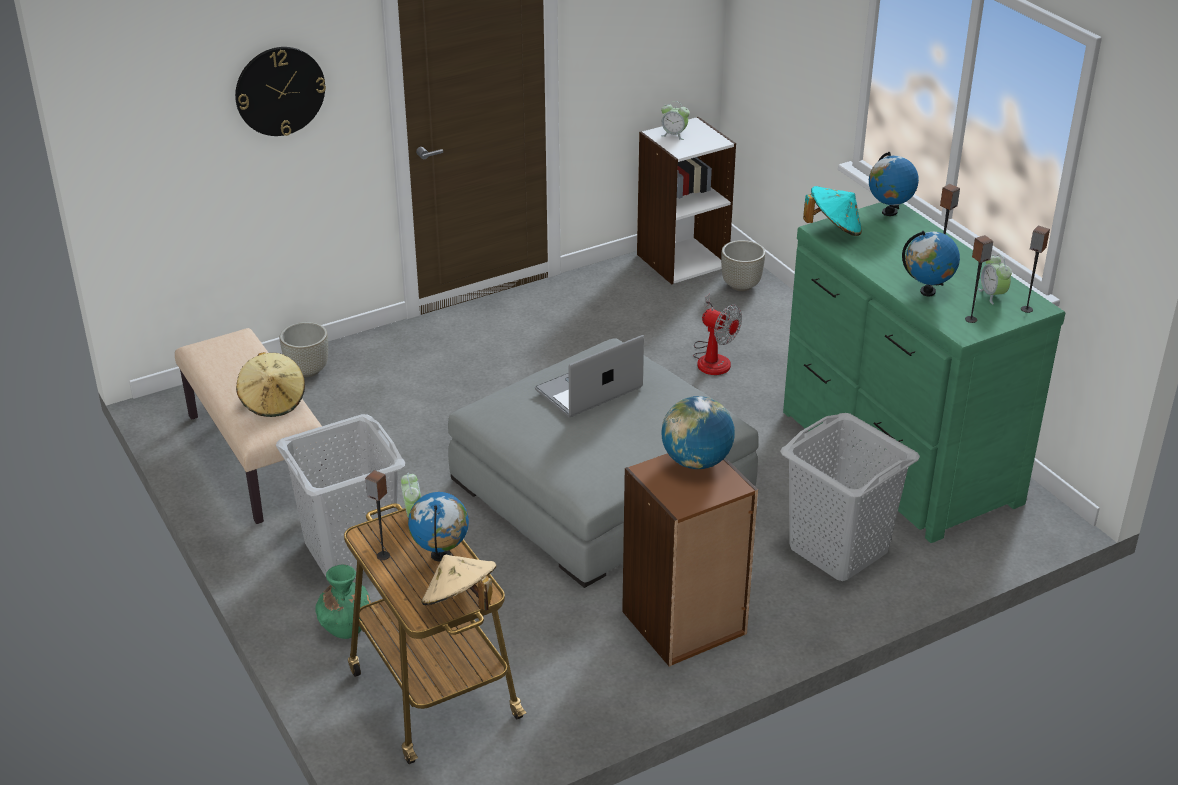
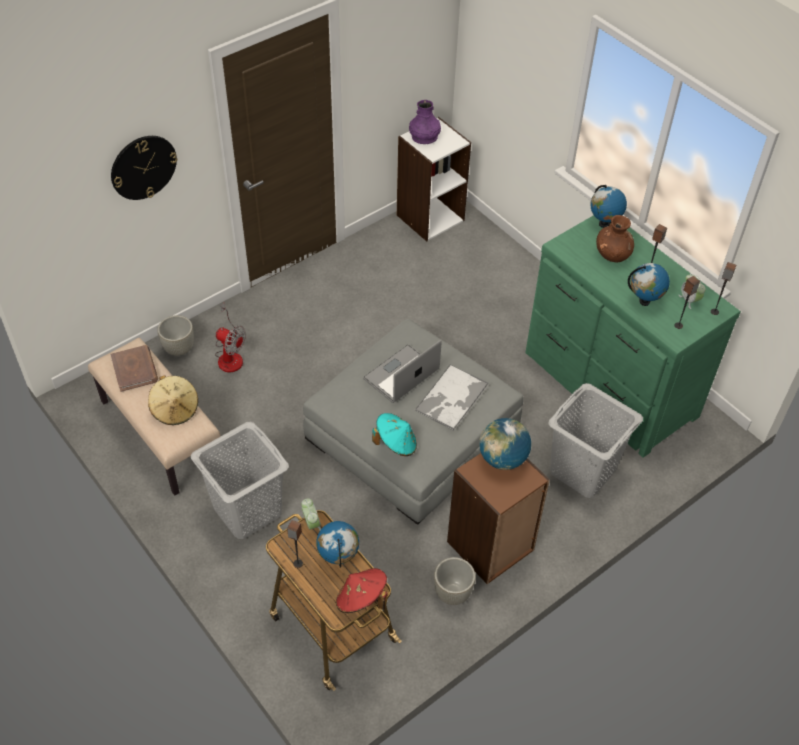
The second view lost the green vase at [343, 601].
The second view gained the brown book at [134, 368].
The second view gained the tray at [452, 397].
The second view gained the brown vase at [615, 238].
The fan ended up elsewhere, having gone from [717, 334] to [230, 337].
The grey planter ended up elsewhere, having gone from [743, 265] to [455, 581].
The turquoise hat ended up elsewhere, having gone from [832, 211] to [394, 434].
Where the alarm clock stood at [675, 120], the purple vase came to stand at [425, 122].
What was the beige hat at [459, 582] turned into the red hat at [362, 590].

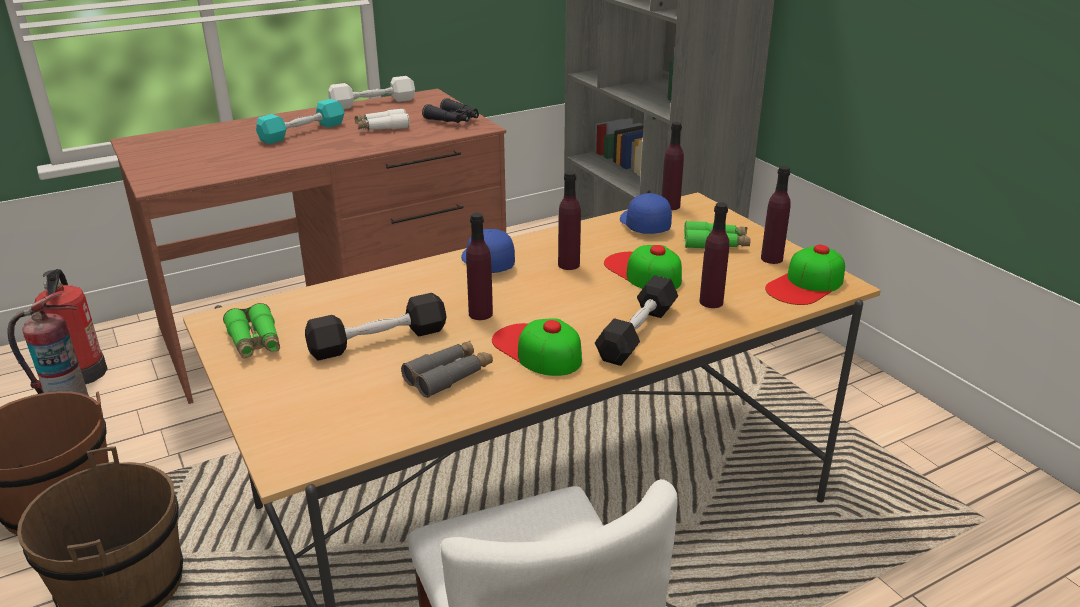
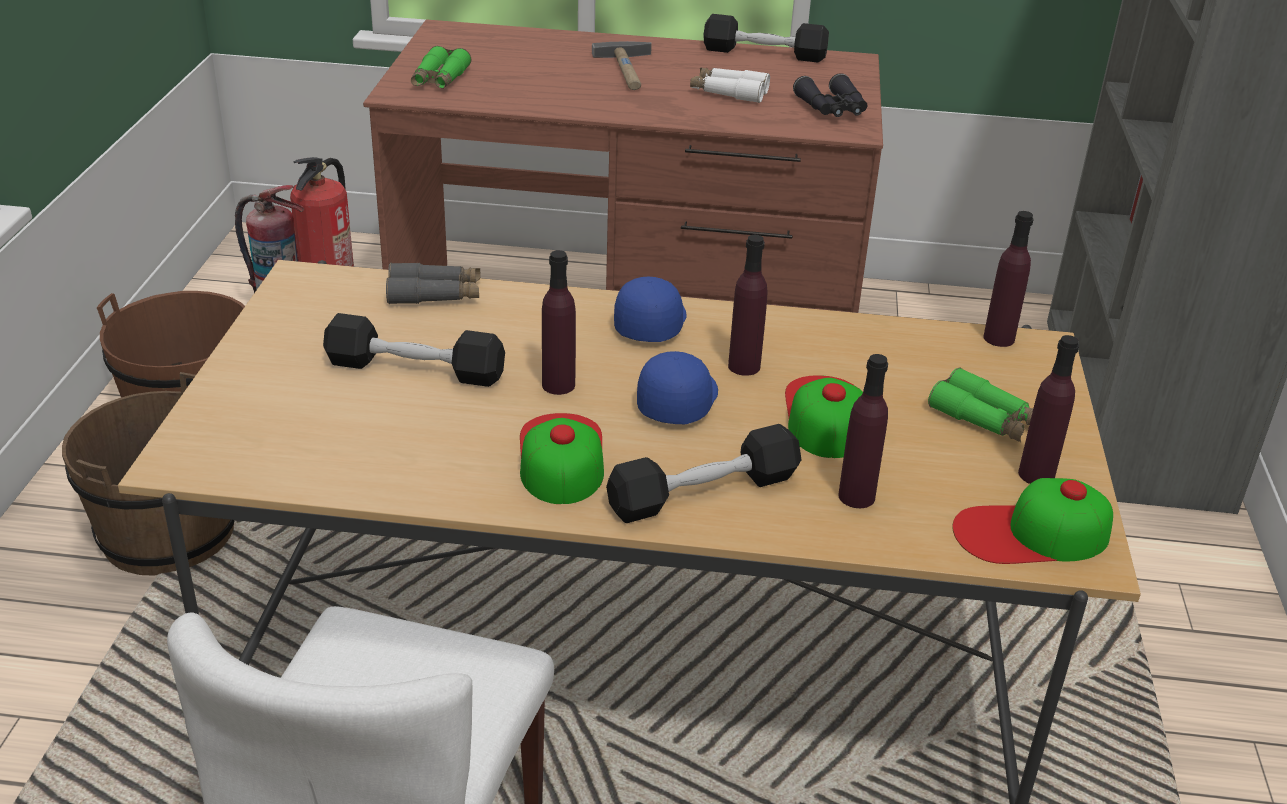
The green binoculars ended up elsewhere, having gone from [251, 331] to [441, 67].
The grey binoculars ended up elsewhere, having gone from [447, 369] to [433, 283].
The blue cap ended up elsewhere, having gone from [646, 213] to [677, 387].
Where the turquoise dumbbell stood at [300, 121], the hammer came to stand at [622, 65].
What was the white dumbbell at [371, 92] turned into the black dumbbell at [766, 38].

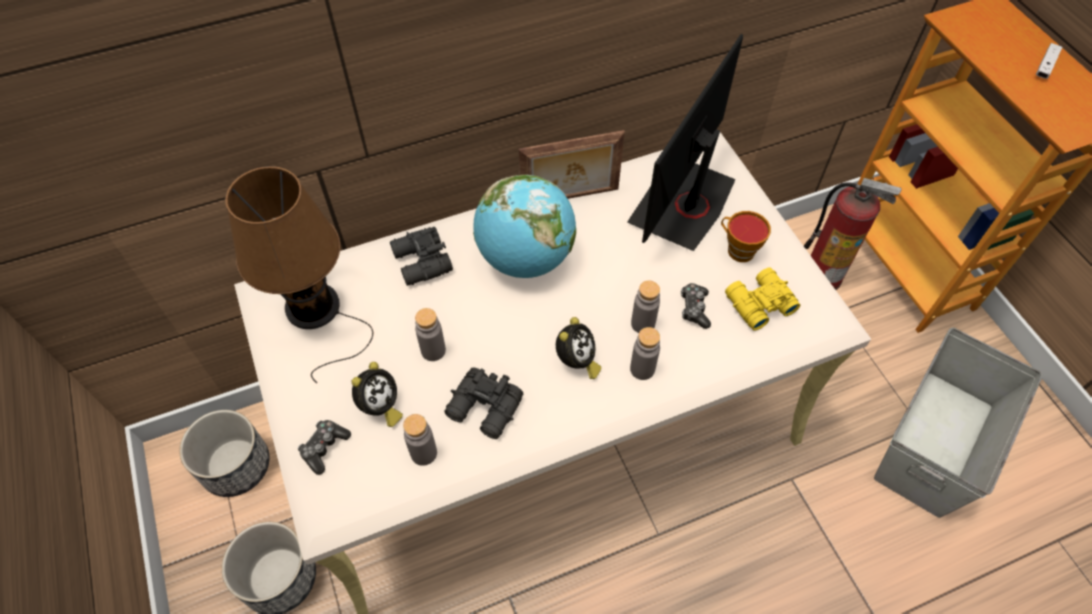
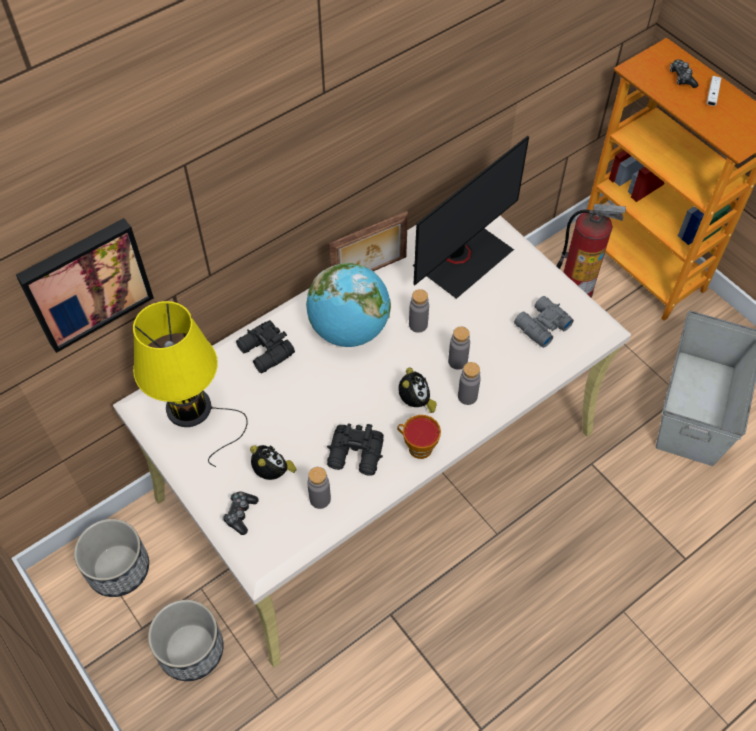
The second view gained the picture at [85, 285].
The grey bottle ended up elsewhere, having gone from [430, 334] to [419, 311].
The game controller ended up elsewhere, having gone from [696, 306] to [684, 73].
The cup ended up elsewhere, having gone from [746, 236] to [419, 437].
What was the brown table lamp at [299, 274] turned into the yellow table lamp at [190, 384].
What was the yellow binoculars at [762, 299] turned into the grey binoculars at [544, 322].
The alarm clock at [377, 394] ended up facing another way, 45 degrees counterclockwise from before.
The monitor at [685, 142] ended up facing another way, 150 degrees counterclockwise from before.

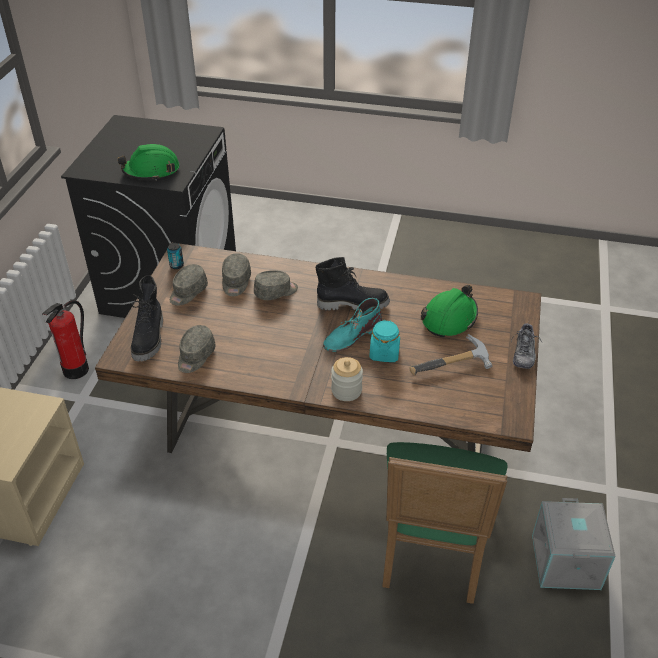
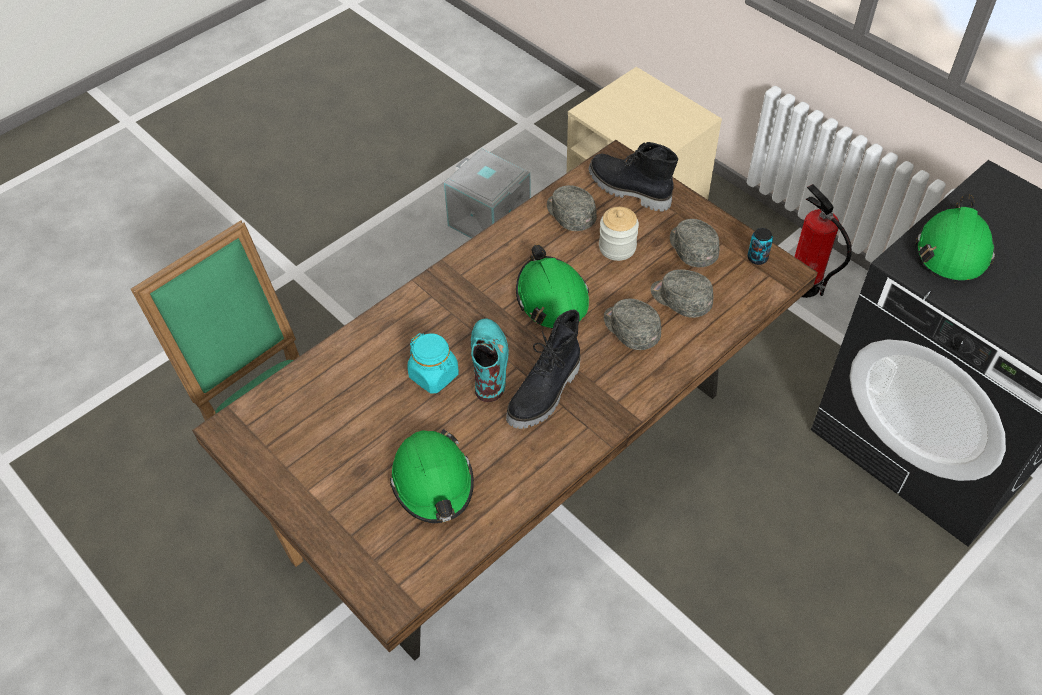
The second view lost the hammer at [451, 354].
The second view lost the shoe at [526, 346].
The second view gained the green hard hat at [553, 287].
The jar ended up elsewhere, having gone from [347, 379] to [619, 234].
The grey storage box ended up elsewhere, having gone from [574, 544] to [487, 193].
The grey cap at [276, 285] ended up facing another way, 135 degrees clockwise from before.

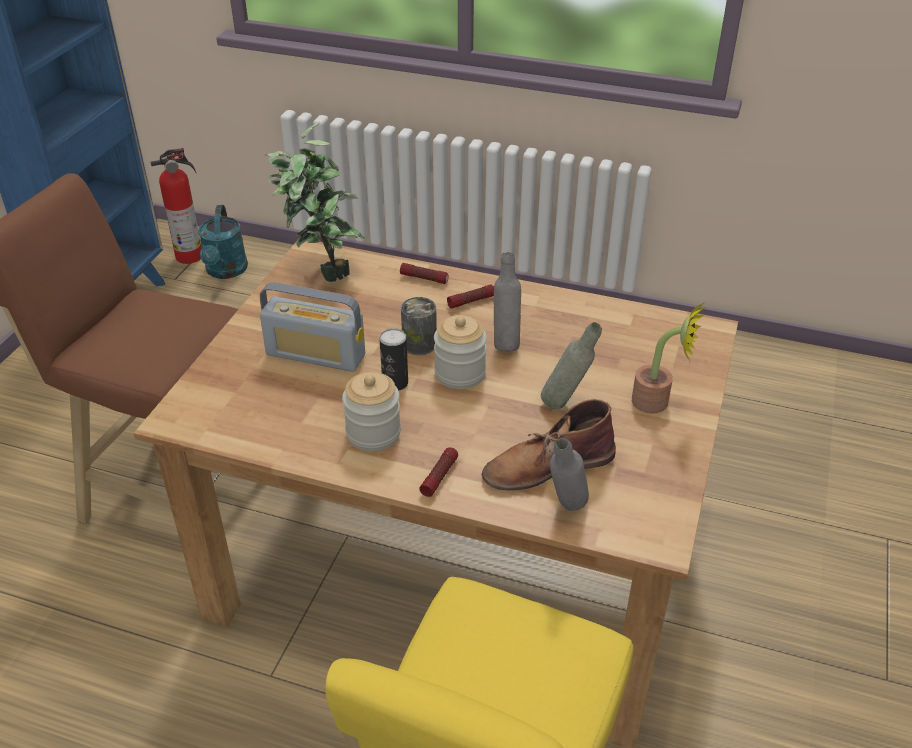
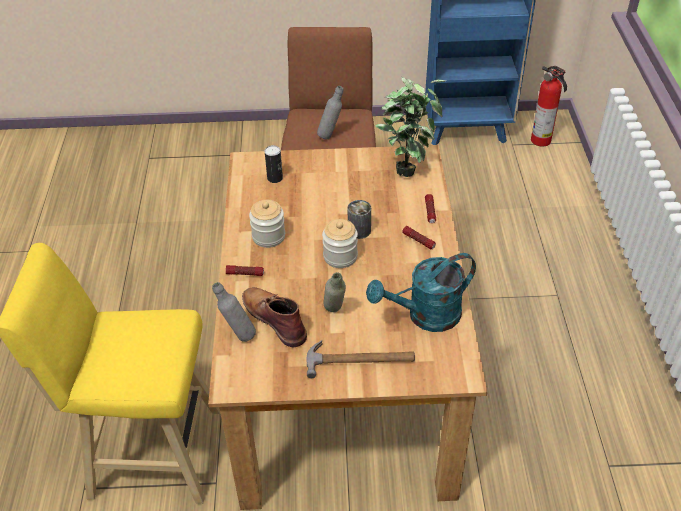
The second view lost the radio at [312, 327].
The turquoise watering can ended up elsewhere, having gone from [223, 242] to [421, 292].
The can ended up elsewhere, having gone from [393, 359] to [274, 164].
The grey bottle ended up elsewhere, having gone from [507, 302] to [330, 112].
Where the potted plant stood at [668, 358], the hammer came to stand at [361, 359].

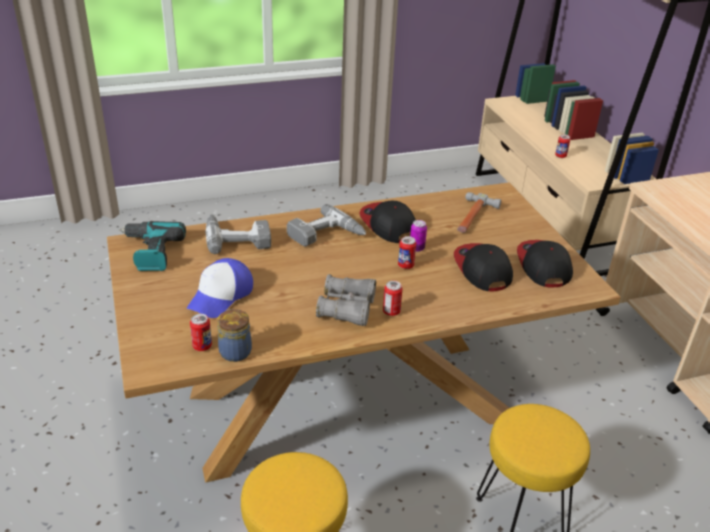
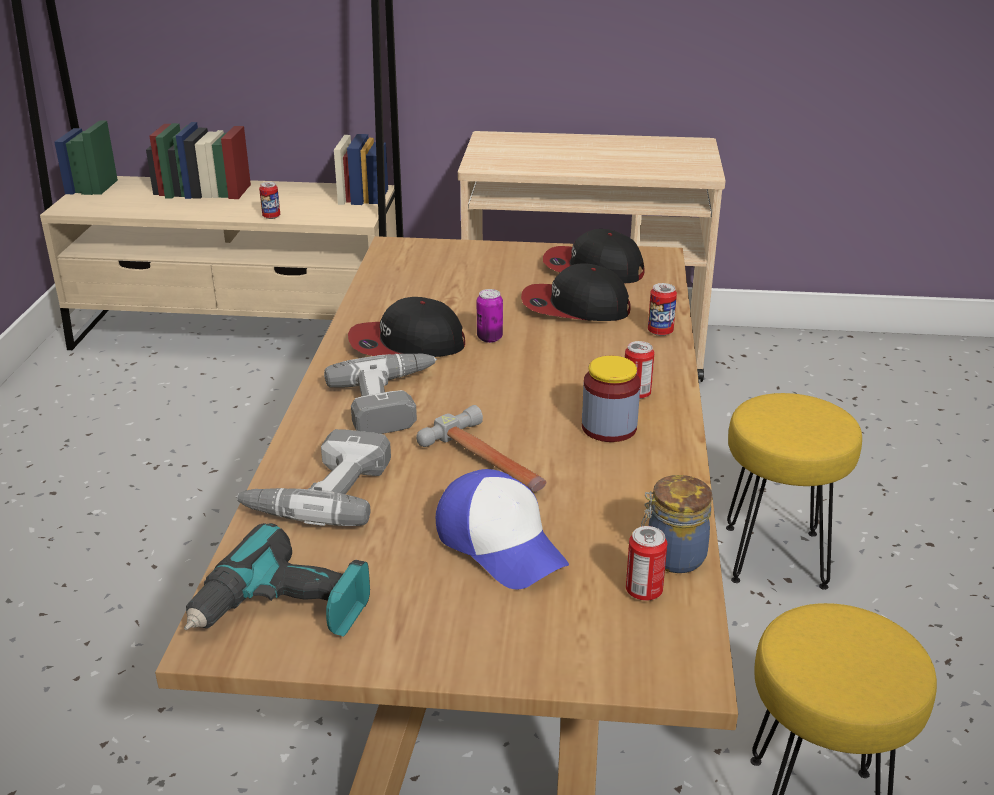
The can ended up elsewhere, having gone from [407, 252] to [662, 309].
The hammer ended up elsewhere, having gone from [479, 212] to [481, 448].
Where the grey binoculars stood at [346, 300], the jar came to stand at [611, 399].

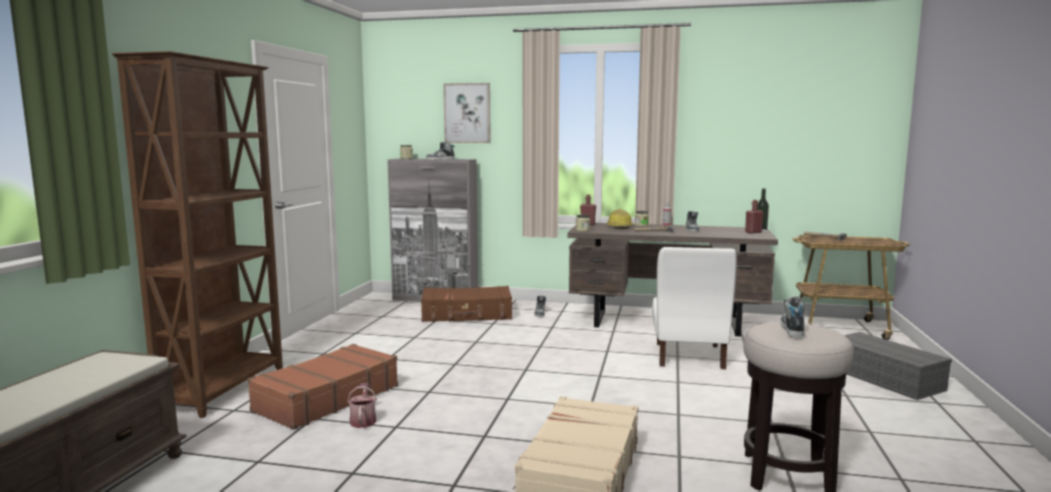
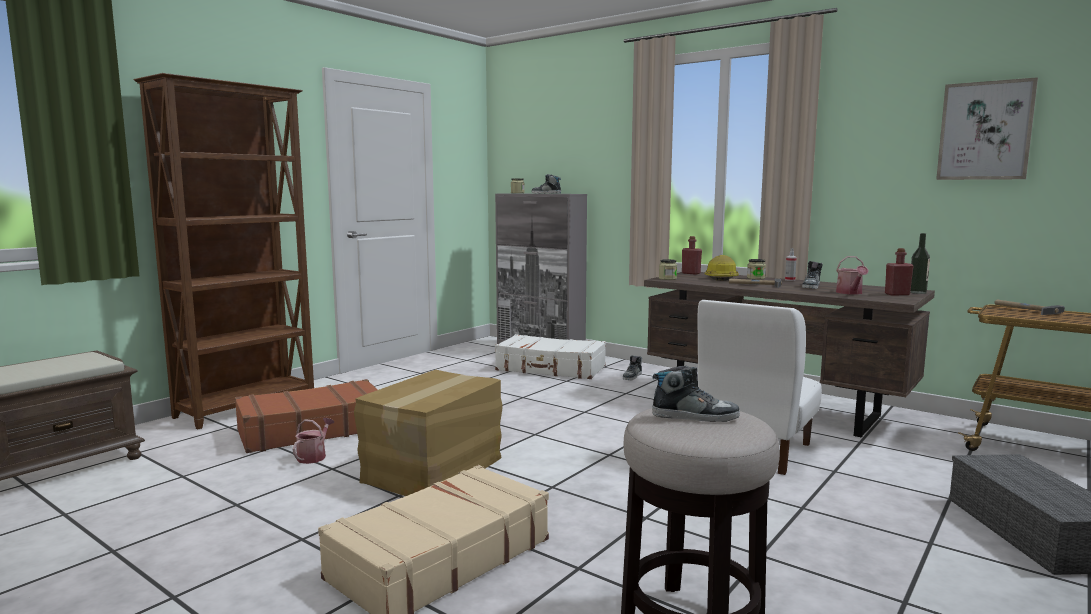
The second view gained the cardboard box at [428, 433].
The second view gained the watering can at [852, 275].
The picture ended up elsewhere, having gone from [467, 113] to [987, 128].
What was the brown suitcase at [466, 304] turned into the white suitcase at [550, 356].
The shoe at [793, 317] ended up facing another way, 60 degrees clockwise from before.

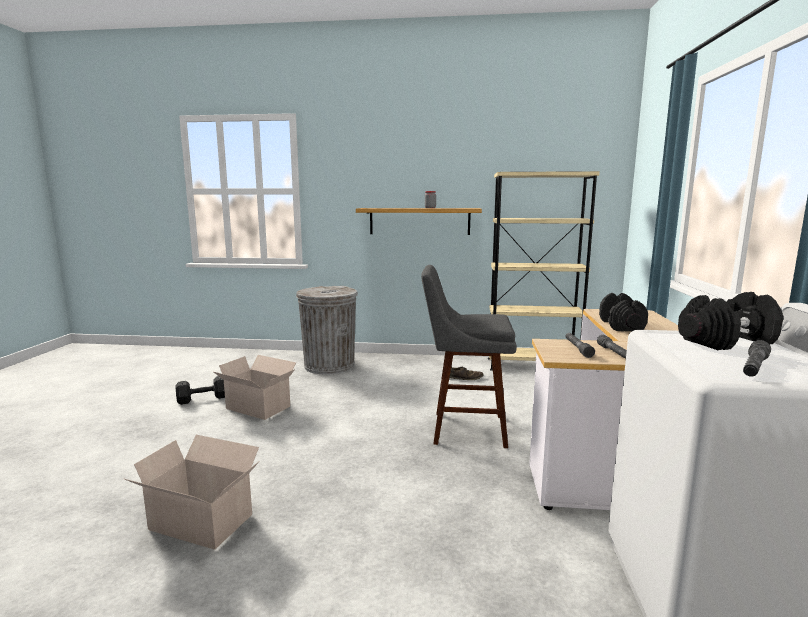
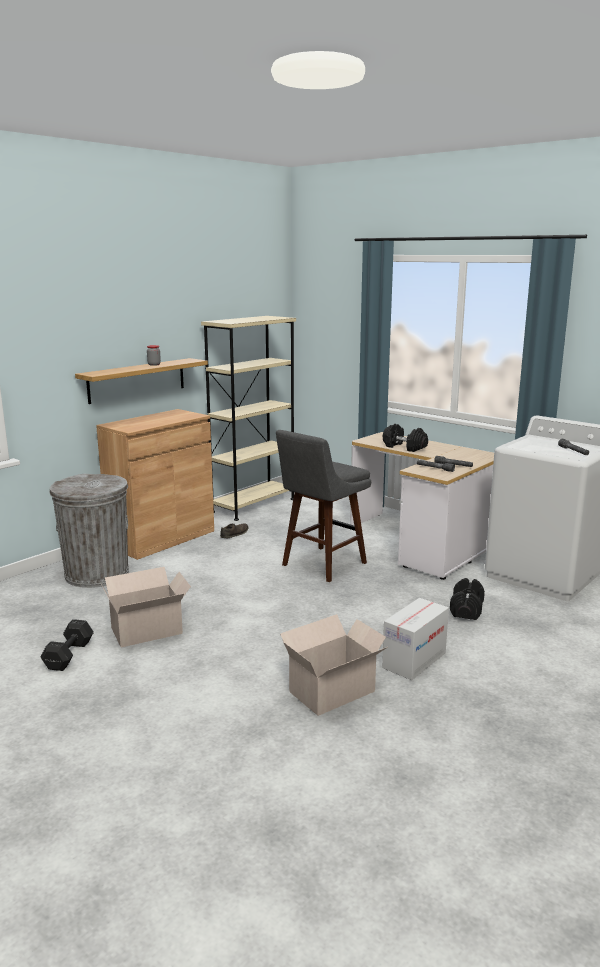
The second view gained the brown cabinet at [155, 484].
The second view gained the cardboard box at [415, 639].
The black dumbbell ended up elsewhere, having gone from [730, 321] to [467, 599].

